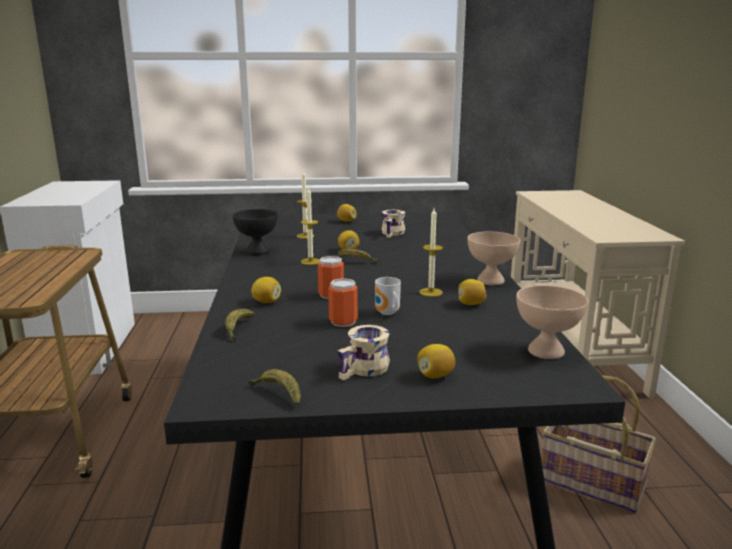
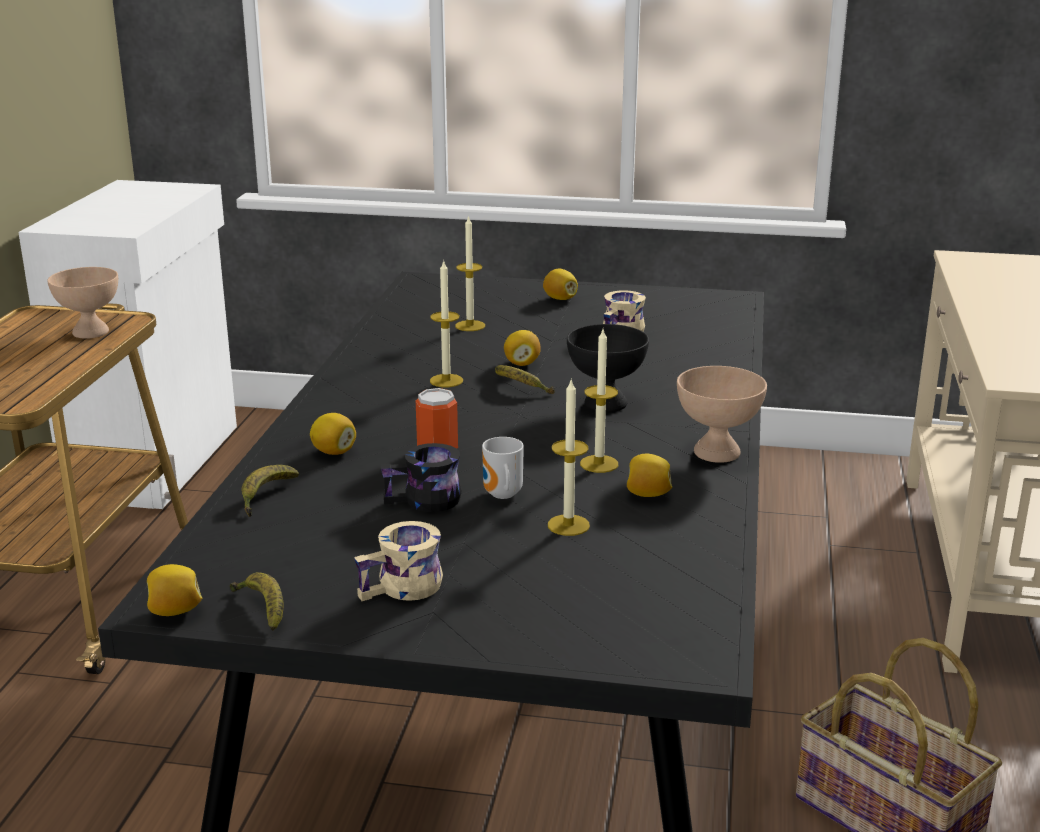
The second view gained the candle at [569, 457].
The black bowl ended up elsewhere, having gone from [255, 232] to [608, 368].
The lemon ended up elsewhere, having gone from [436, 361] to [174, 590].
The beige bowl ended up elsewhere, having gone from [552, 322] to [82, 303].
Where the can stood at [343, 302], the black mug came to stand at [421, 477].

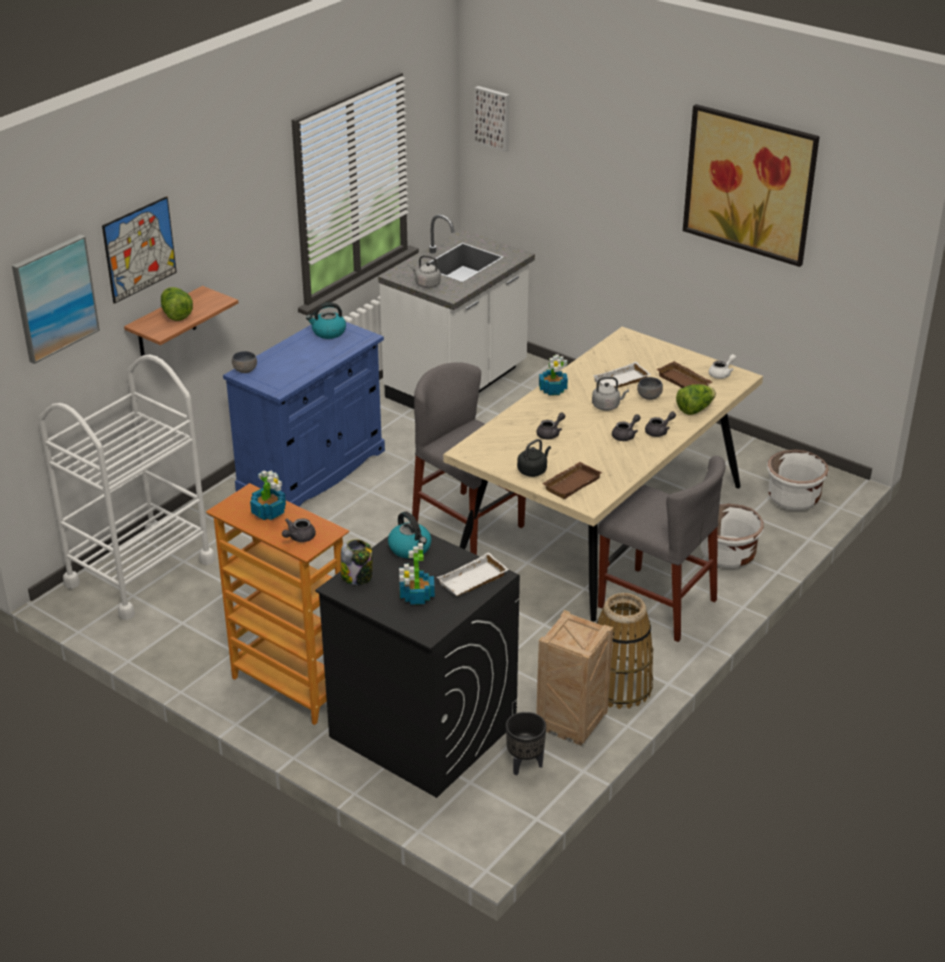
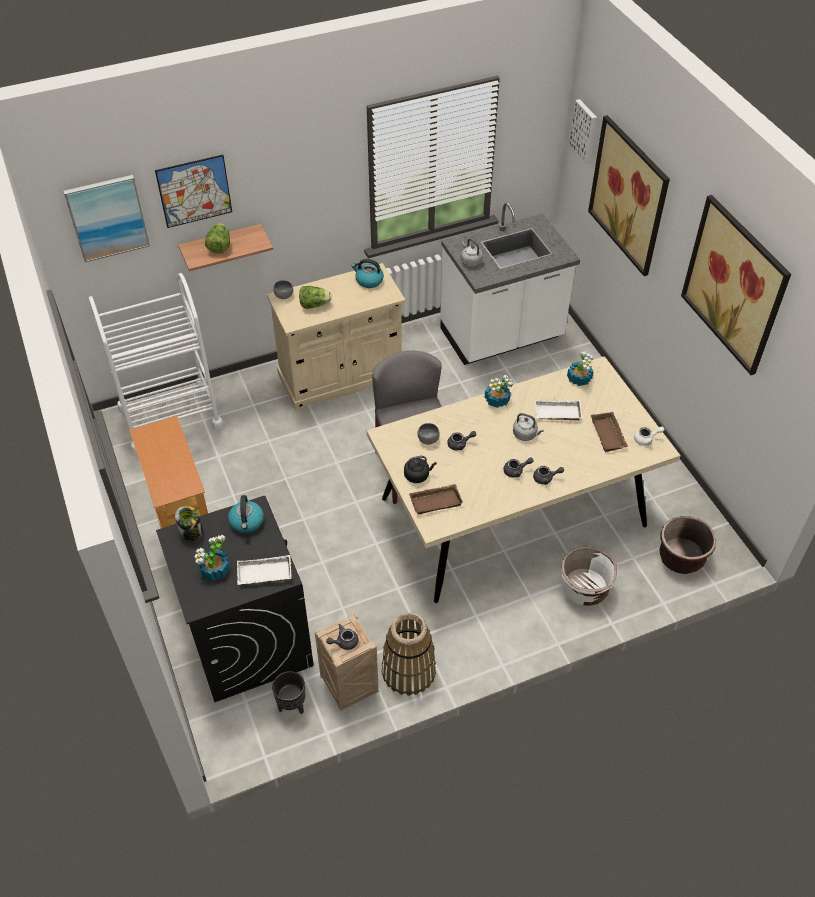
The second view lost the grey chair at [661, 549].
The second view gained the picture at [629, 195].
The potted plant ended up elsewhere, having gone from [268, 495] to [580, 369].
The grey teapot ended up elsewhere, having gone from [299, 530] to [342, 637].
The grey bowl ended up elsewhere, having gone from [650, 388] to [428, 434].
The lettuce ended up elsewhere, having gone from [696, 399] to [315, 297].
What was the blue cabinet at [304, 414] turned into the beige cabinet at [336, 337].
What was the white planter at [798, 480] turned into the brown planter at [687, 545].

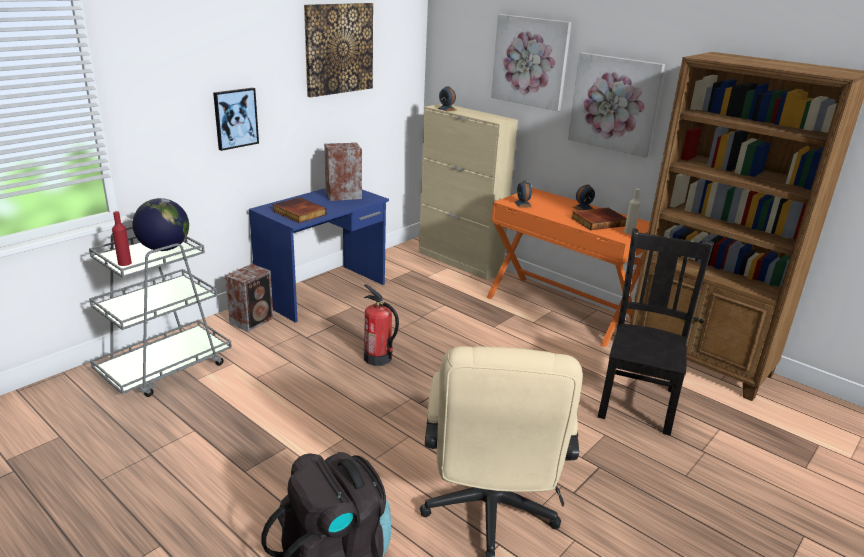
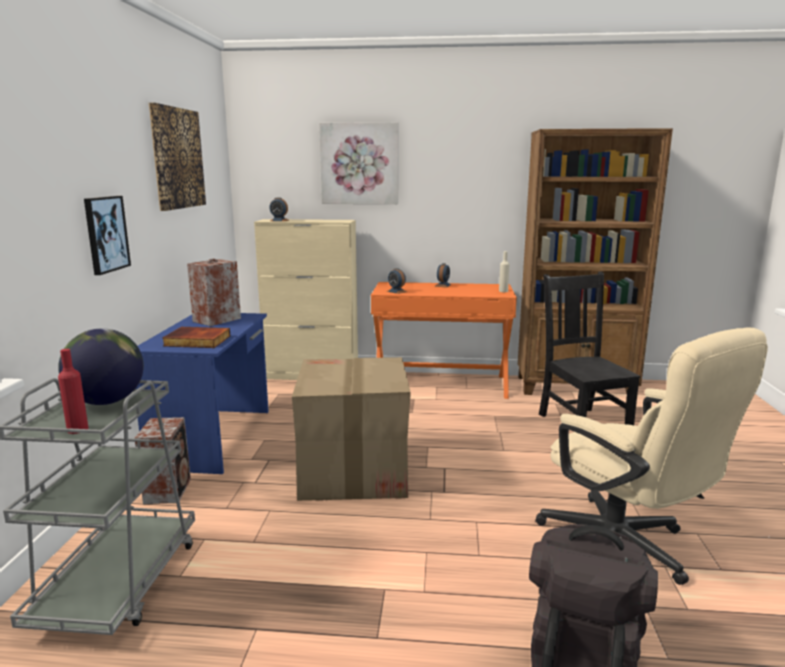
The second view lost the picture at [616, 105].
The second view lost the book at [599, 219].
Where the fire extinguisher stood at [381, 325], the cardboard box came to stand at [351, 429].

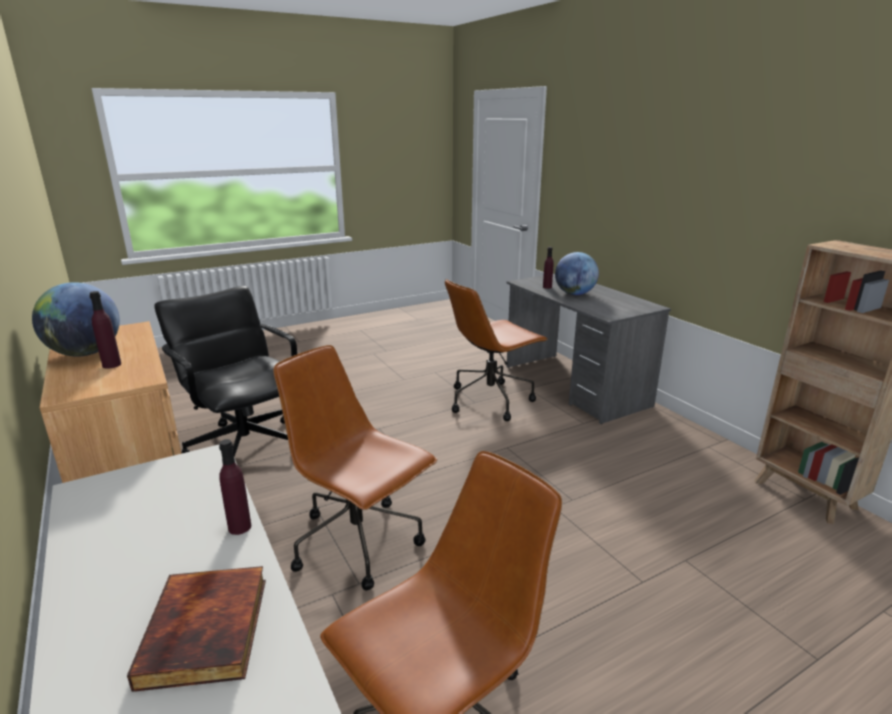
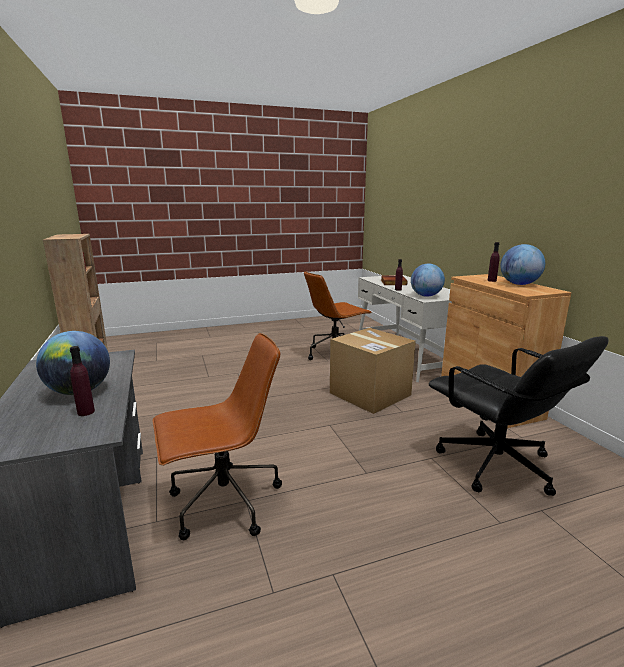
The second view gained the globe at [428, 280].
Where the brown office chair stood at [355, 468], the cardboard box came to stand at [373, 371].

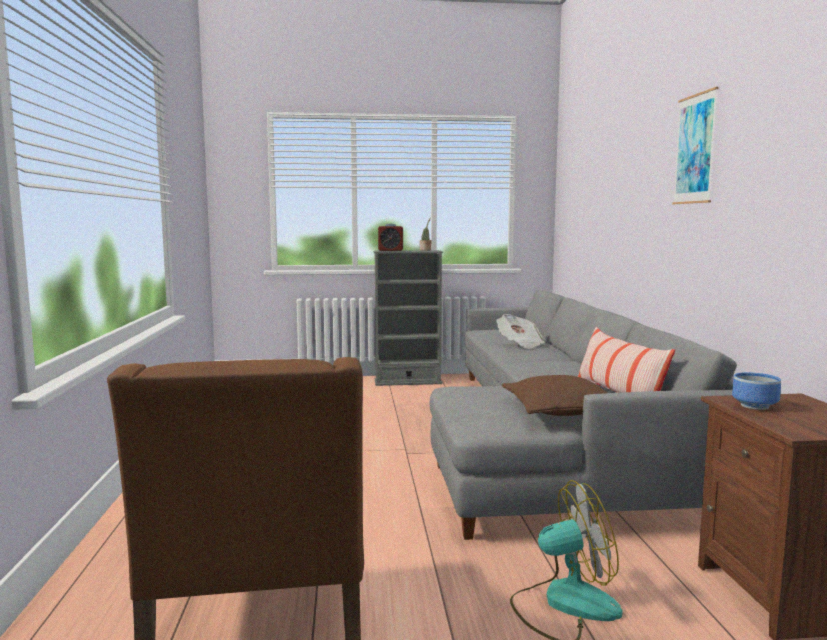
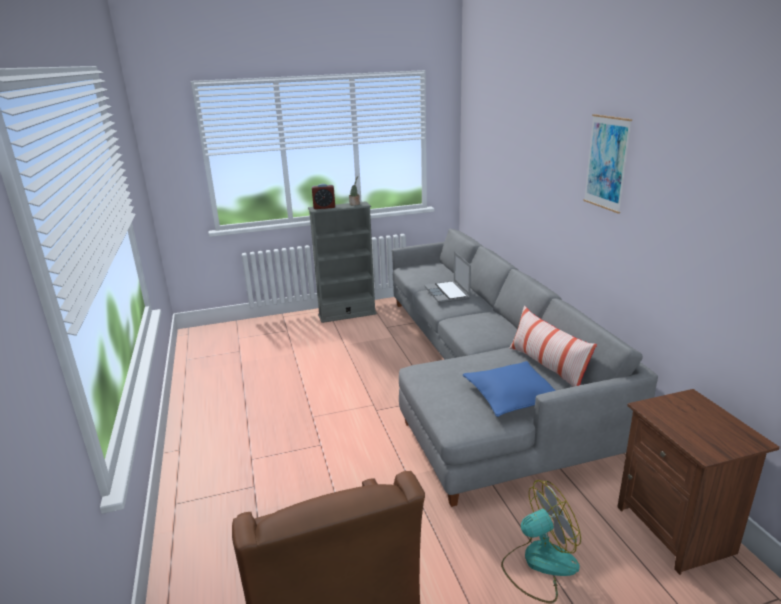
The second view lost the bowl at [756, 391].
Where the newspaper stood at [520, 331], the laptop came to stand at [447, 277].
What was the brown pillow at [554, 395] turned into the blue pillow at [509, 389].

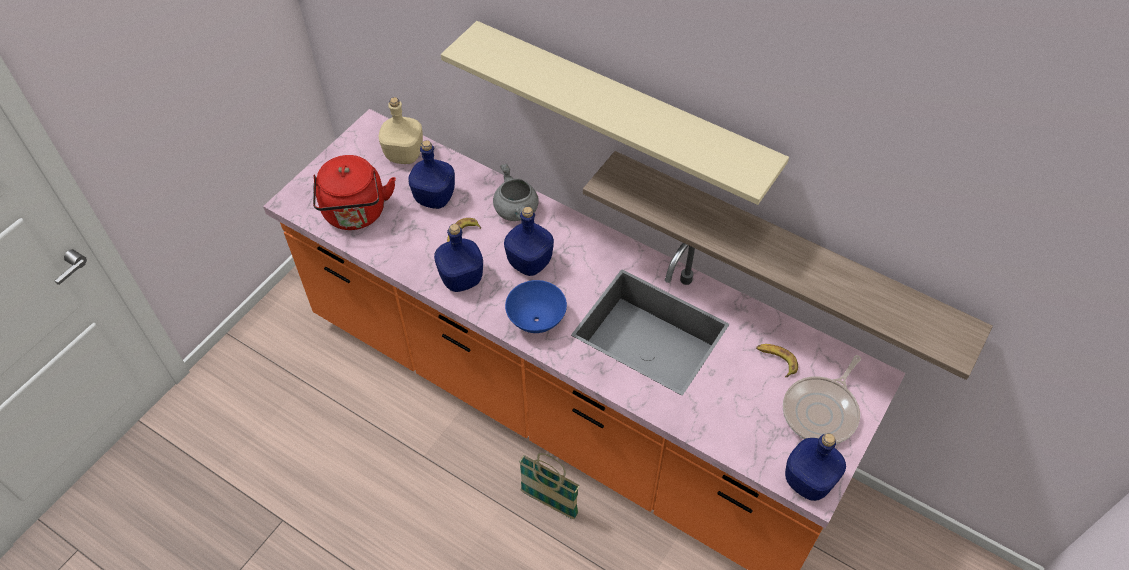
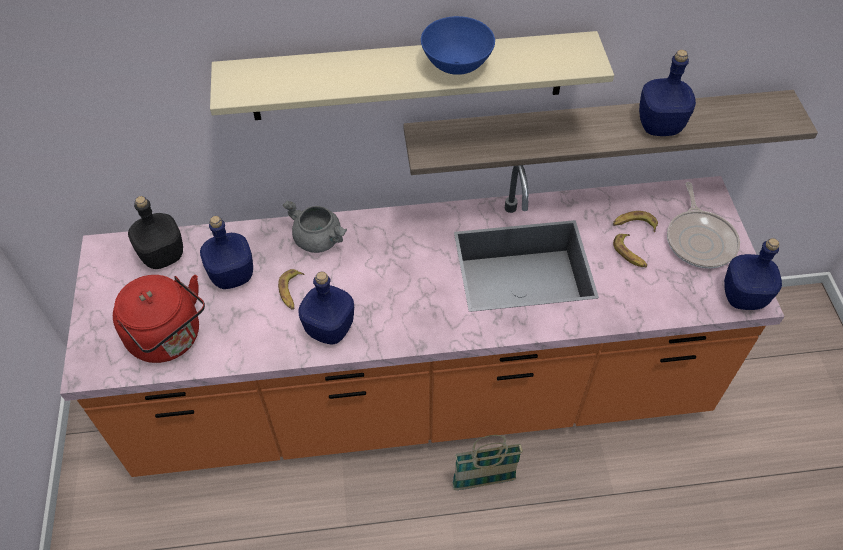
The second view gained the banana at [630, 250].
The blue bottle ended up elsewhere, having gone from [529, 241] to [667, 93].
The blue bowl ended up elsewhere, having gone from [536, 306] to [458, 45].
What was the beige bottle at [400, 130] turned into the black bottle at [155, 232].

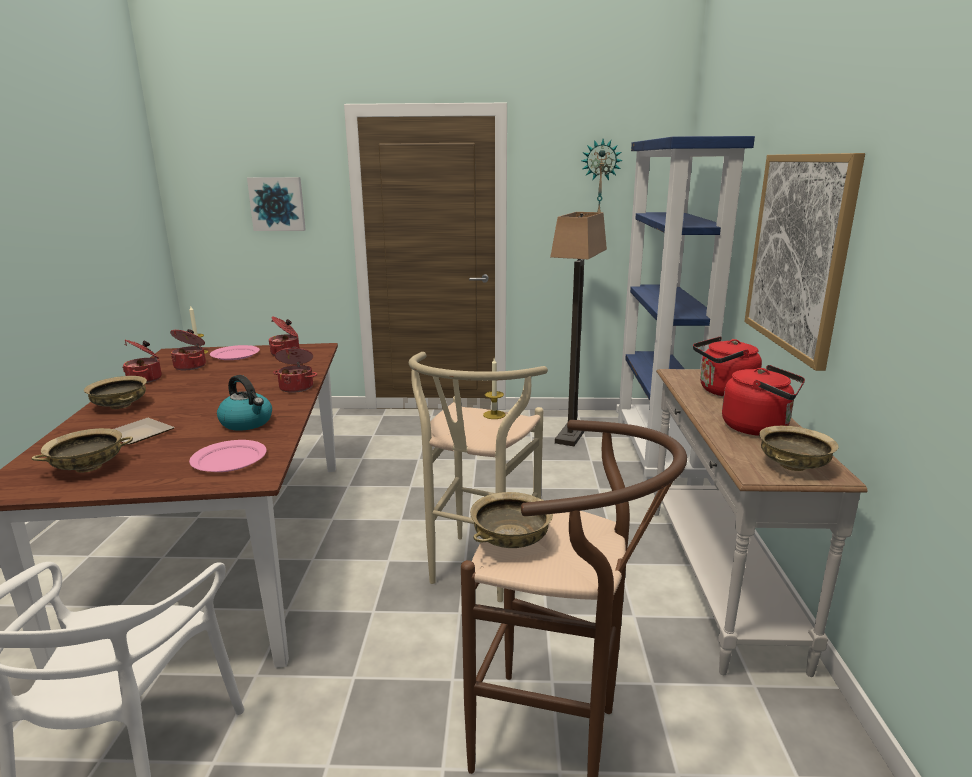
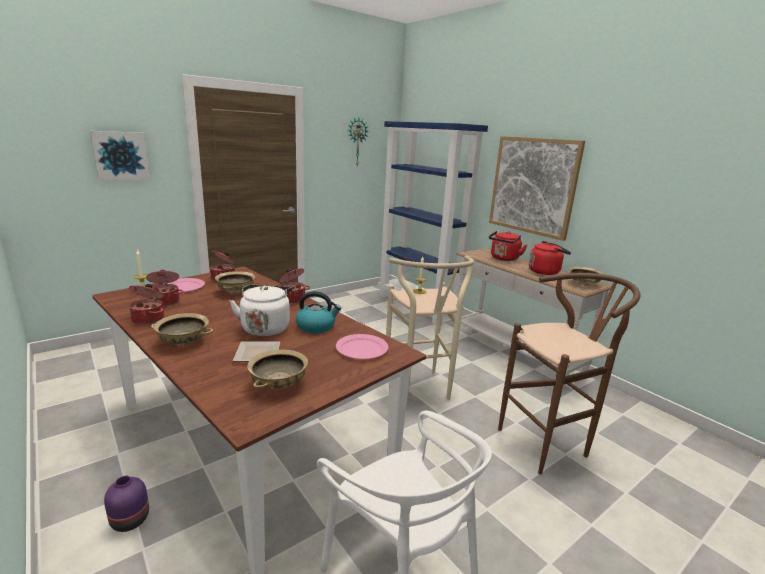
The second view lost the floor lamp at [578, 329].
The second view gained the purple vase at [126, 504].
The second view gained the white kettle at [261, 310].
The beige bowl ended up elsewhere, having gone from [511, 520] to [235, 282].

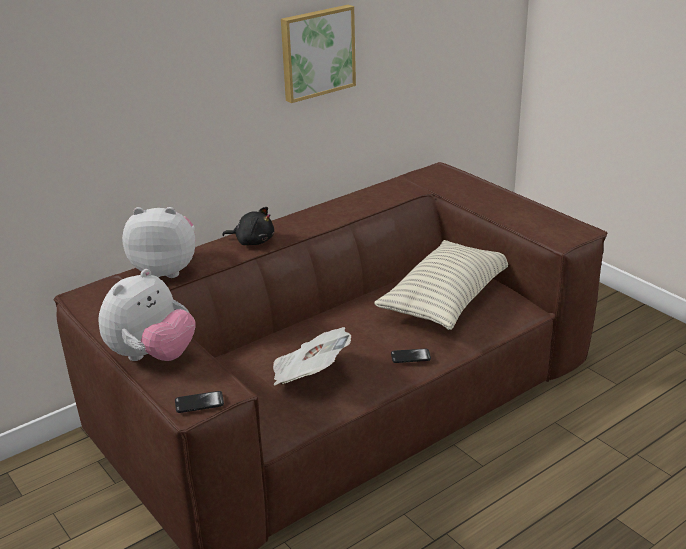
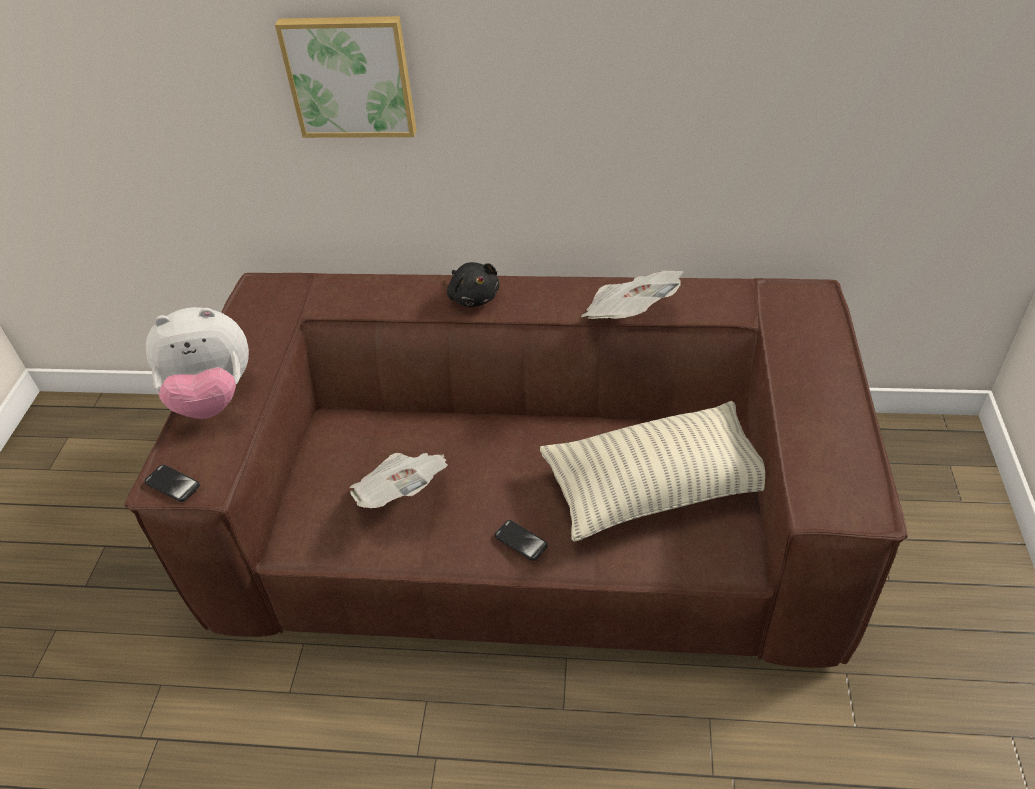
The second view lost the plush toy at [159, 242].
The second view gained the newspaper at [632, 294].
The picture ended up elsewhere, having gone from [318, 54] to [346, 77].

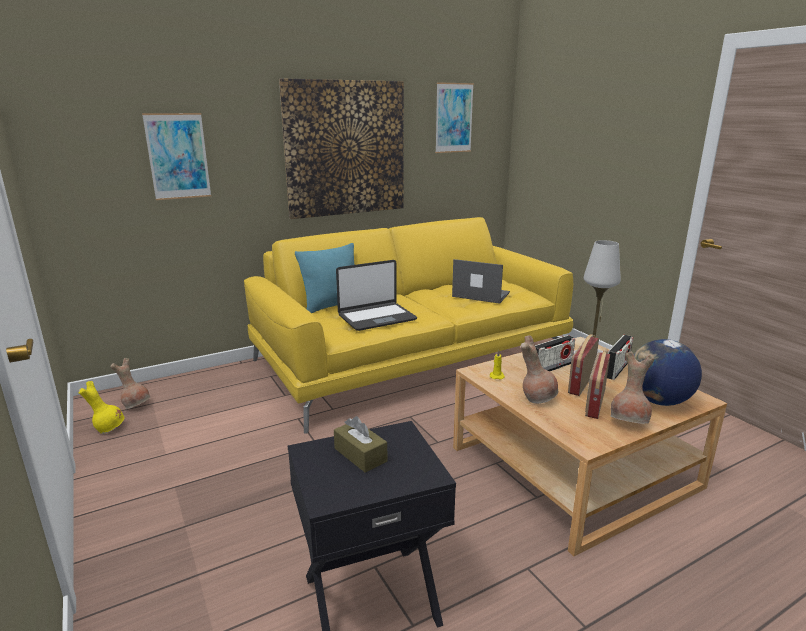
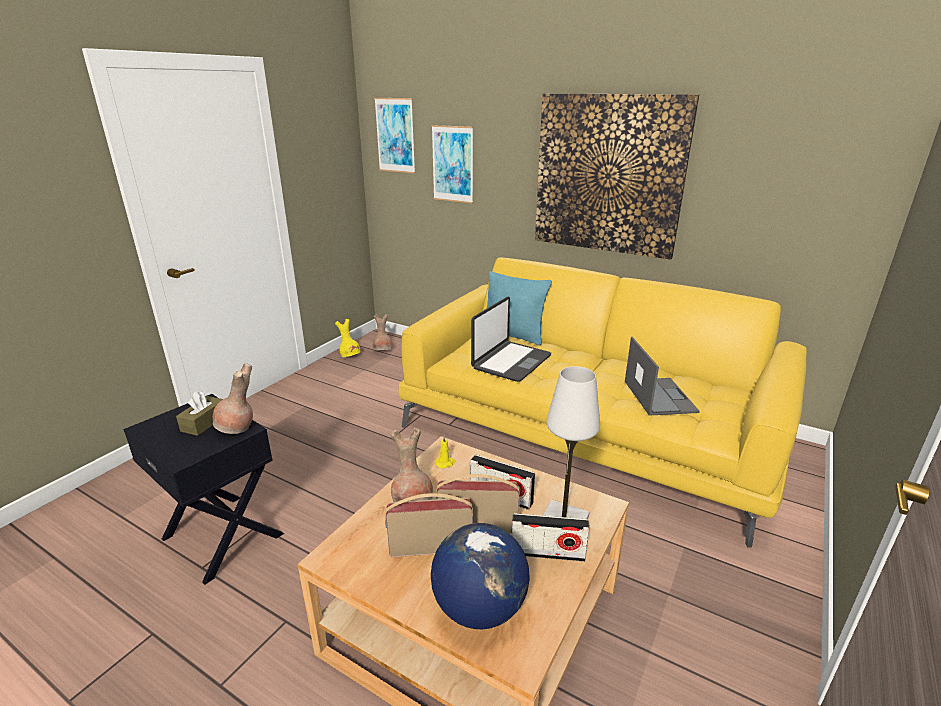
The picture ended up elsewhere, having gone from [454, 117] to [394, 135].
The brown vase ended up elsewhere, having gone from [633, 387] to [233, 398].
The laptop at [376, 295] ended up facing another way, 90 degrees counterclockwise from before.

